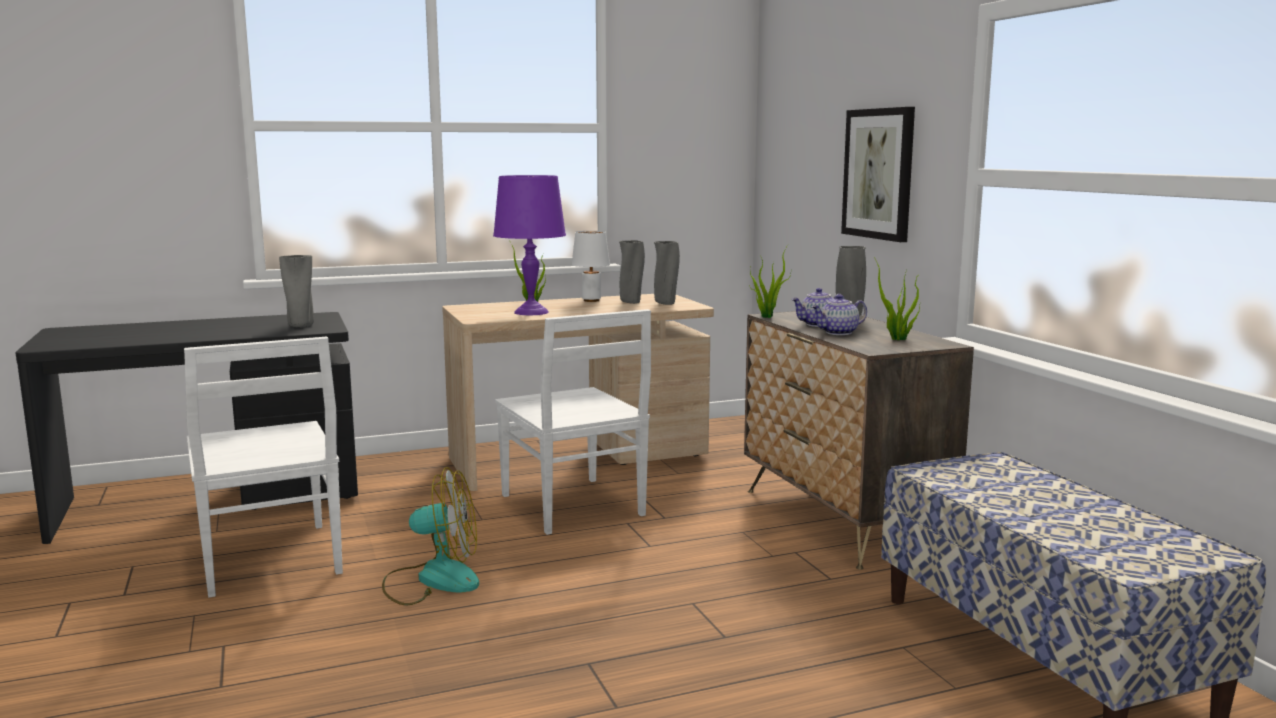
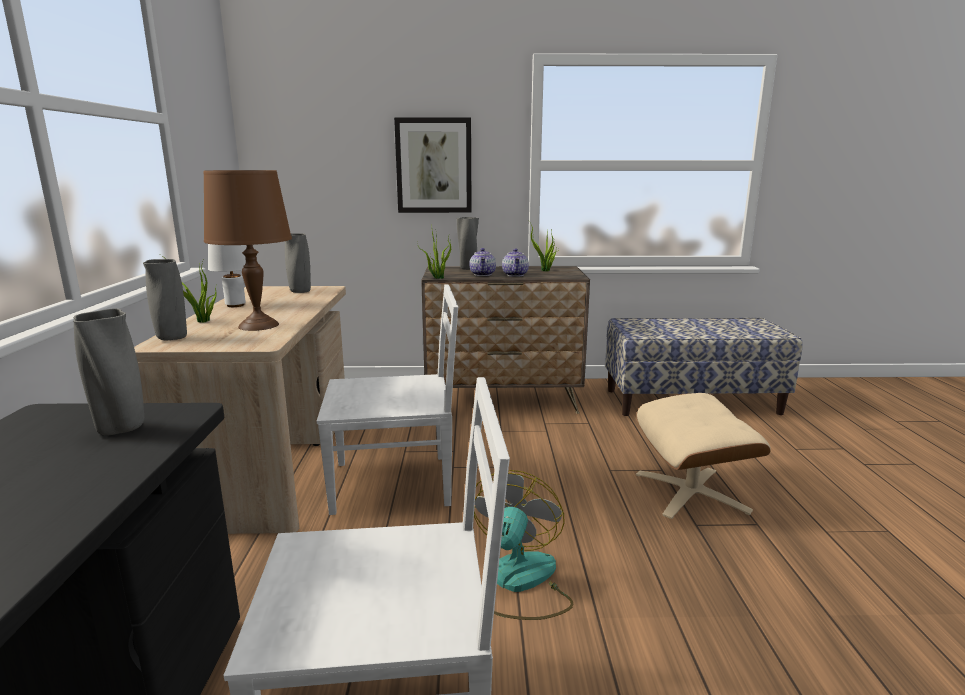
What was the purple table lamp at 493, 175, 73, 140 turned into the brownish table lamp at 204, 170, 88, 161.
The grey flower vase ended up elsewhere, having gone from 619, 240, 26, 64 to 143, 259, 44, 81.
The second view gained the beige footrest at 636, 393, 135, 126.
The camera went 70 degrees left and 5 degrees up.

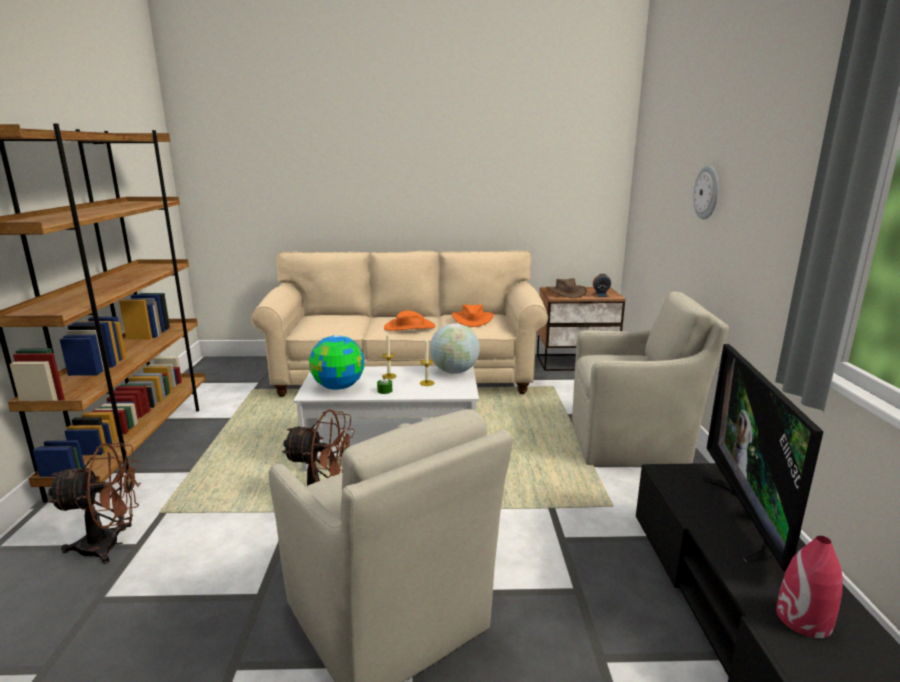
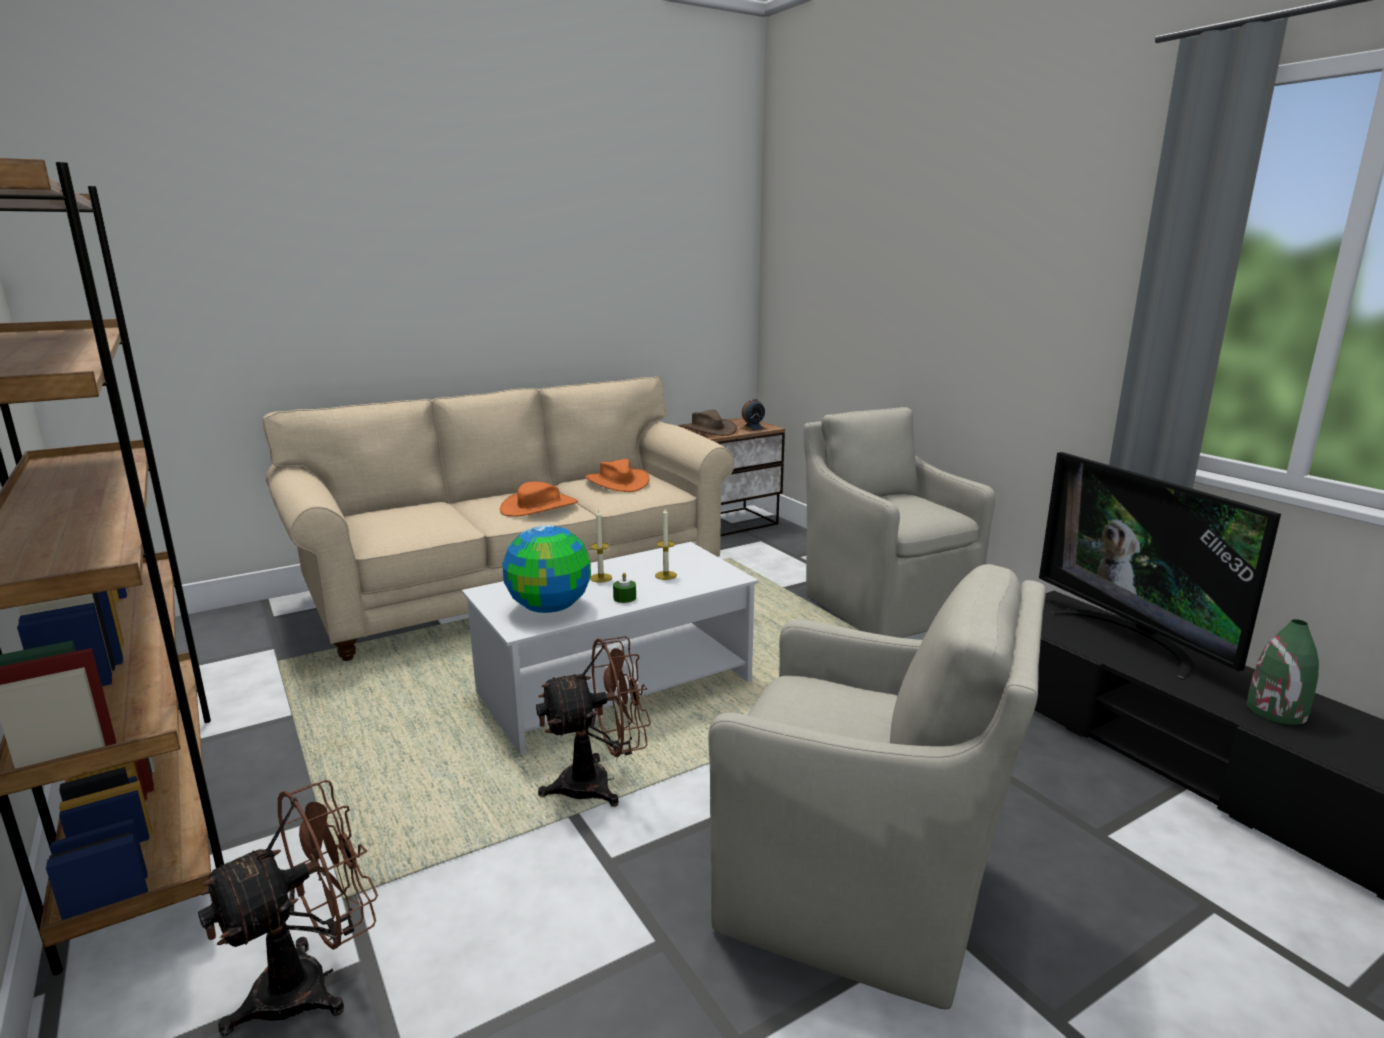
The second view lost the wall clock at 693, 166, 26, 53.
The beige lounge chair at 572, 292, 157, 175 ended up facing another way, 90 degrees counterclockwise from before.
The second view lost the desk globe at 430, 323, 50, 51.
What was the reddish flower vase at 776, 536, 67, 102 turned into the green flower vase at 1246, 619, 73, 106.
The camera went 30 degrees left and 0 degrees up.

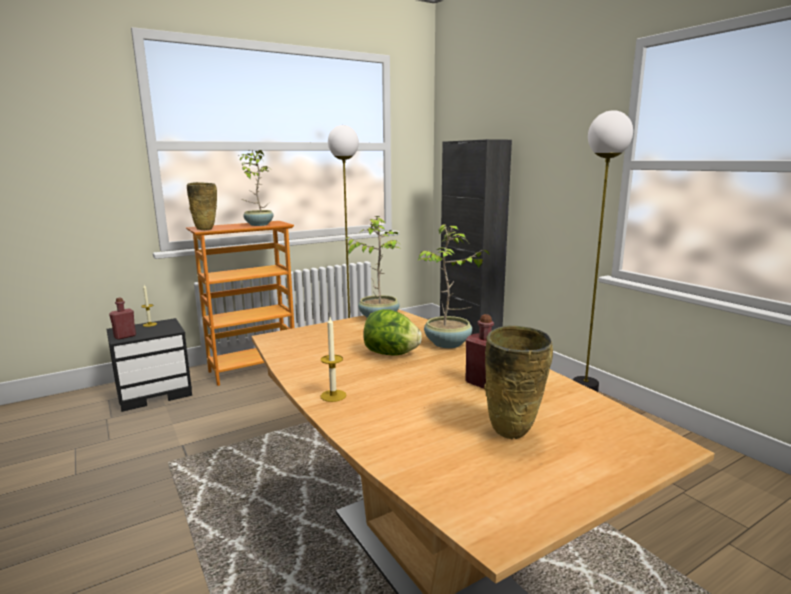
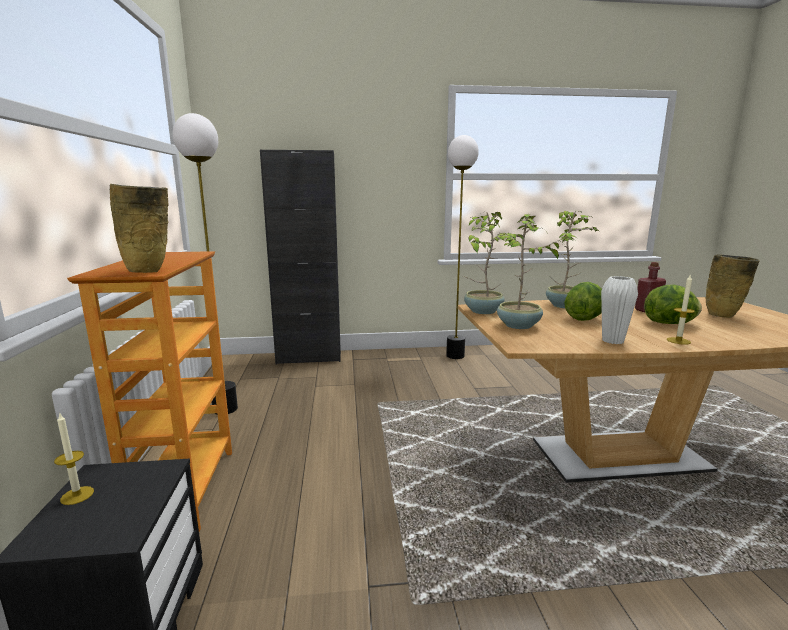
The plant in a pot ended up elsewhere, having gone from 238, 150, 36, 76 to 497, 214, 67, 115.
The second view lost the reddish drink bottle at 109, 298, 27, 42.
The second view gained the white flower vase at 601, 276, 37, 68.
The second view gained the head of lettuce at 644, 285, 58, 39.
The camera went 65 degrees left and 0 degrees up.

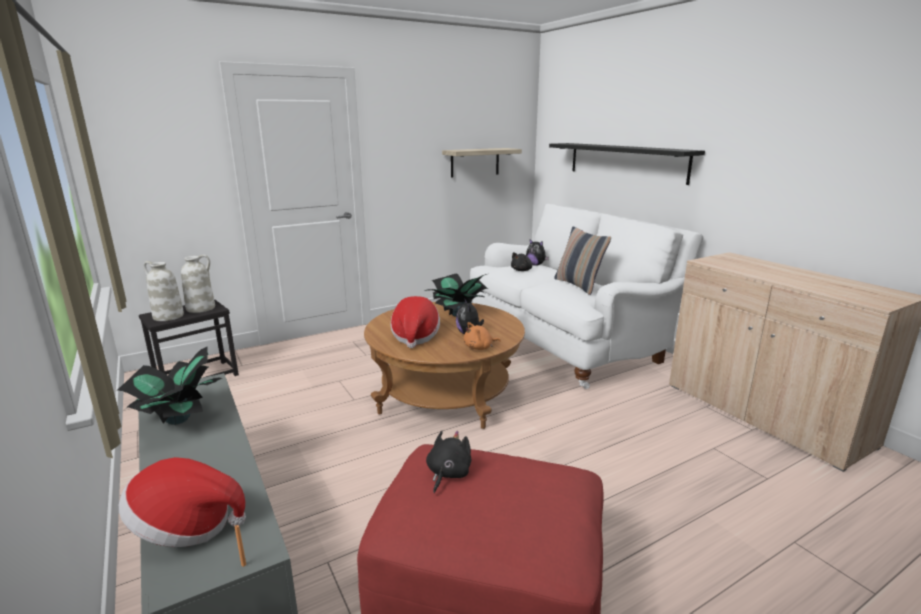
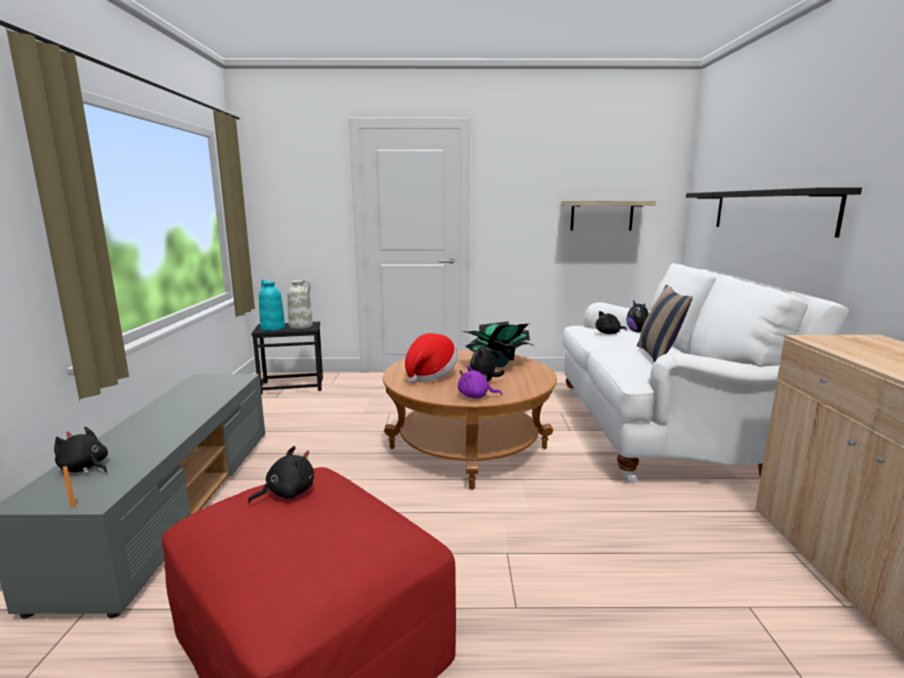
What was the white flower vase at 143, 261, 41, 60 turned into the turquoise-coloured flower vase at 259, 279, 26, 52.
What was the orange-coloured soft toy at 464, 322, 37, 28 turned into the purple soft toy at 458, 366, 44, 32.
The second view lost the plant in a pot at 117, 346, 105, 79.
Where the wearable hat stood at 119, 457, 127, 90, the blackish soft toy came to stand at 54, 426, 54, 48.
The camera went 30 degrees right and 5 degrees down.

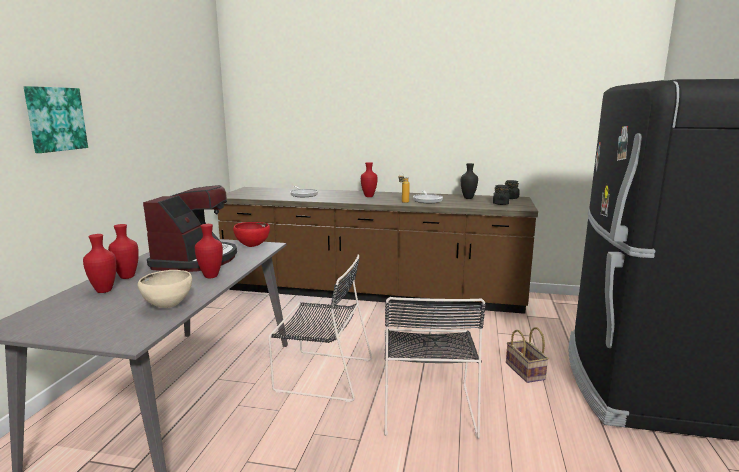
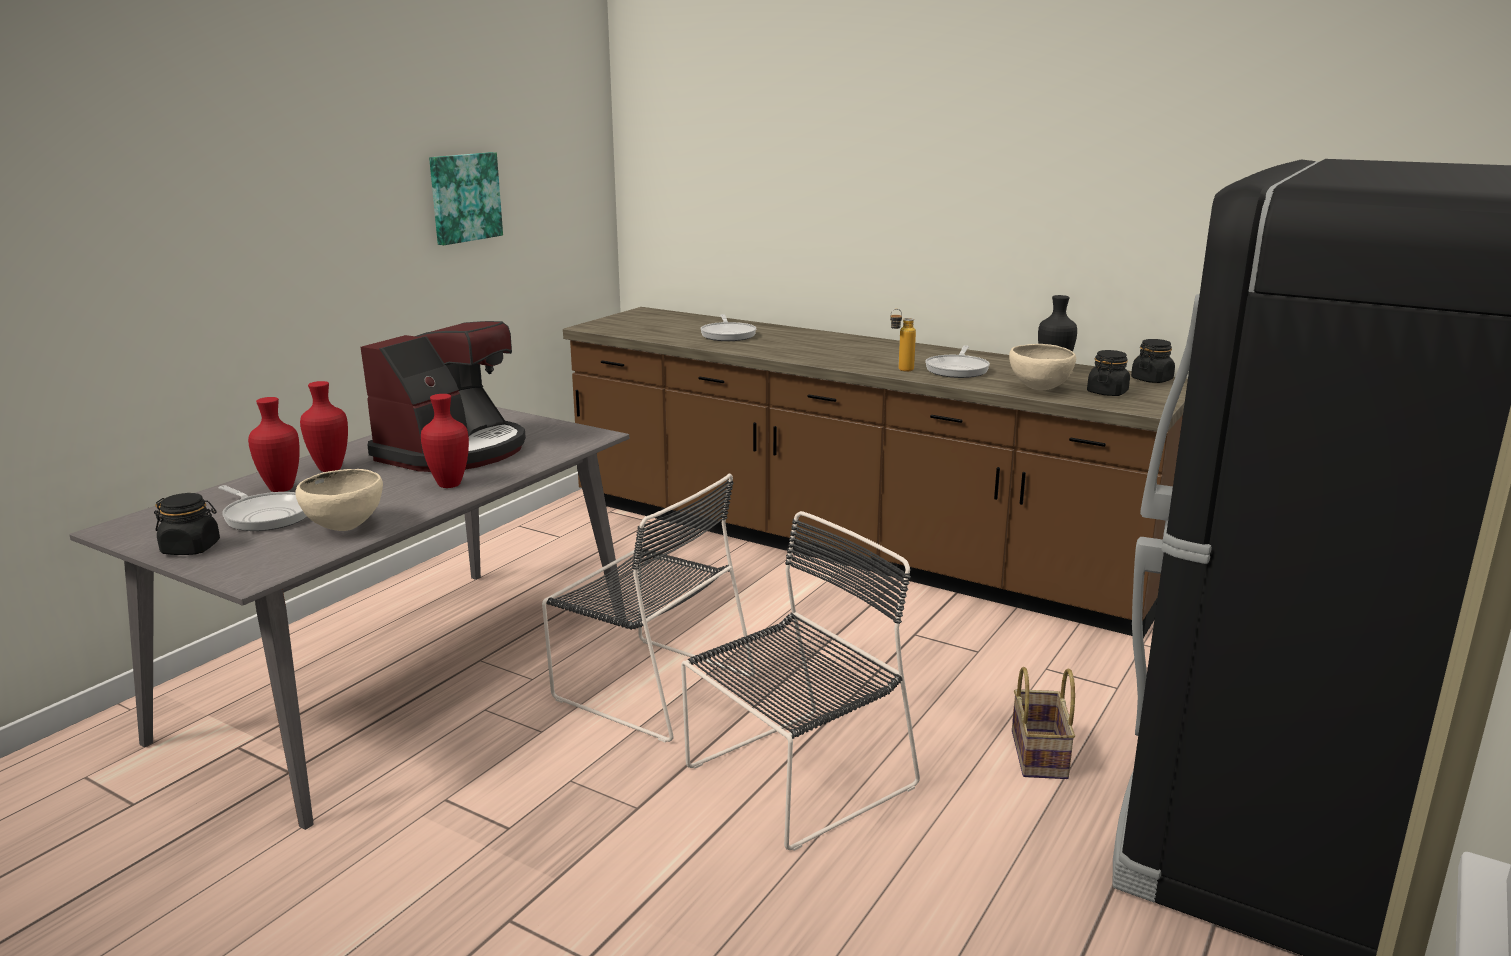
The picture ended up elsewhere, having gone from 24, 86, 64, 67 to 429, 152, 74, 93.
The second view lost the reddish flower vase at 361, 162, 17, 35.
The second view lost the reddish bowl at 233, 222, 37, 25.
The blackish upright chair at 384, 297, 102, 142 ended up facing another way, 150 degrees counterclockwise from before.
The second view gained the beige bowl at 1009, 344, 67, 46.
The second view gained the frying pan at 218, 485, 89, 46.
The second view gained the blackish storage jar at 154, 493, 66, 62.
The camera went 20 degrees right and 5 degrees up.

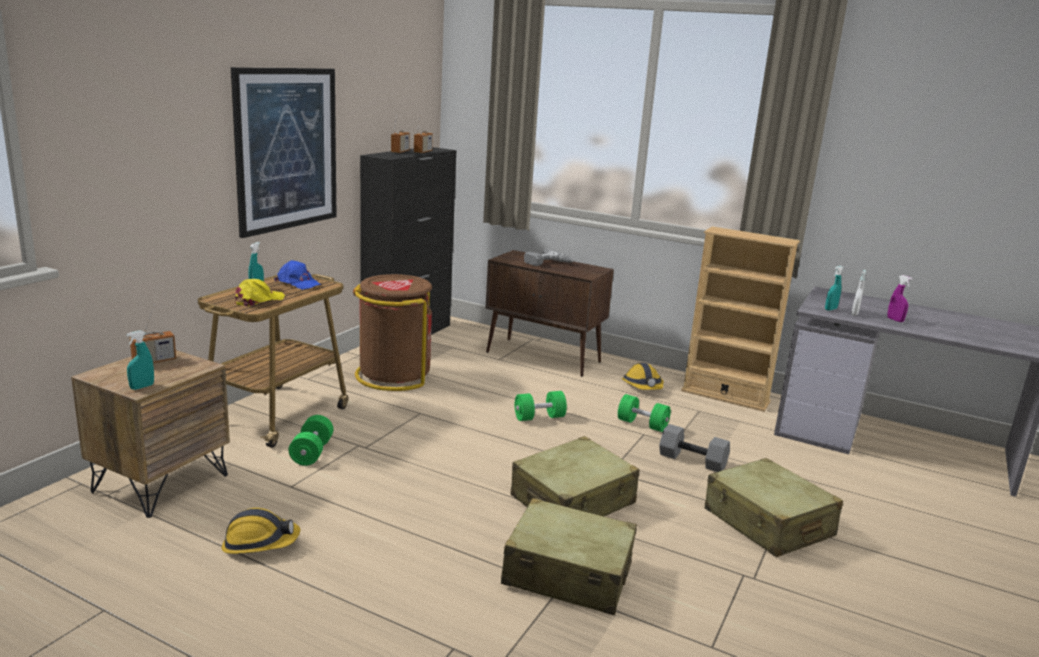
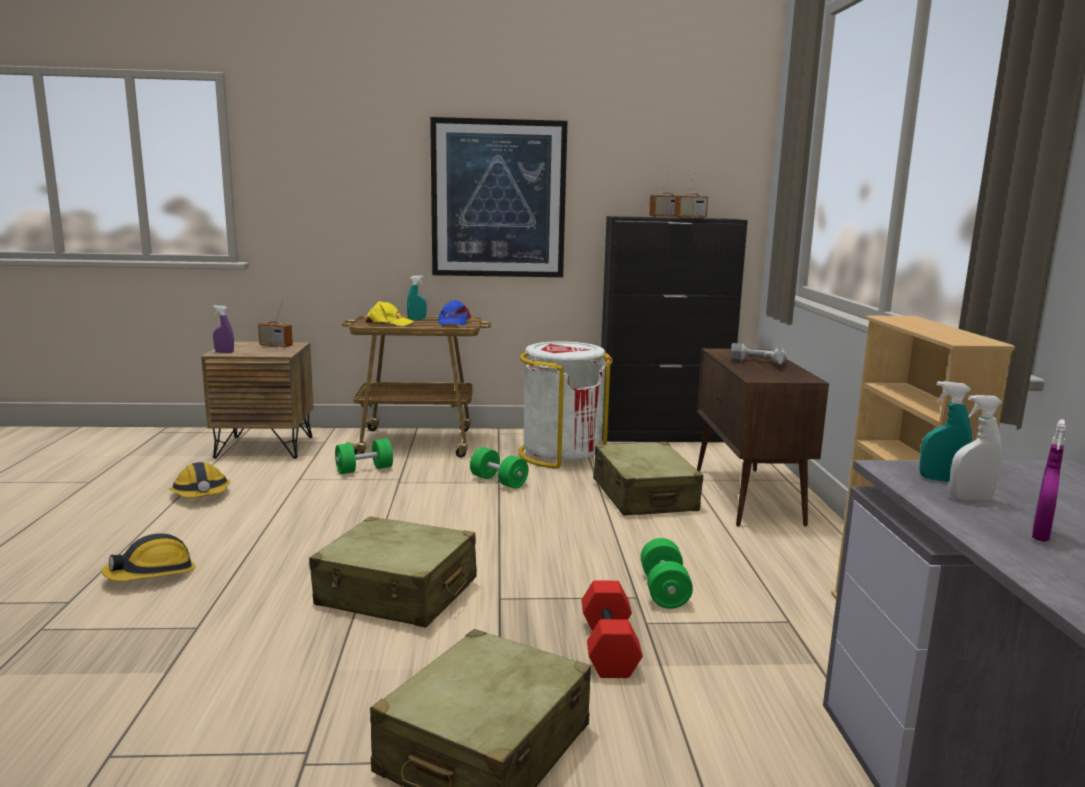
What was the brownish trash can at 353, 274, 79, 117 turned into the white trash can at 519, 341, 94, 128.
What was the turquoise-coloured hand sprayer at 126, 330, 28, 60 turned into the purple hand sprayer at 213, 305, 21, 48.
The hard hat ended up elsewhere, having gone from 621, 363, 43, 27 to 101, 533, 95, 48.
The green free weight ended up elsewhere, having gone from 515, 391, 52, 30 to 470, 447, 59, 42.
What was the grey free weight at 659, 424, 71, 48 turned into the reddish free weight at 581, 580, 62, 98.
The beige travel case ended up elsewhere, having gone from 501, 498, 136, 117 to 593, 442, 110, 73.
The camera went 60 degrees right and 5 degrees down.

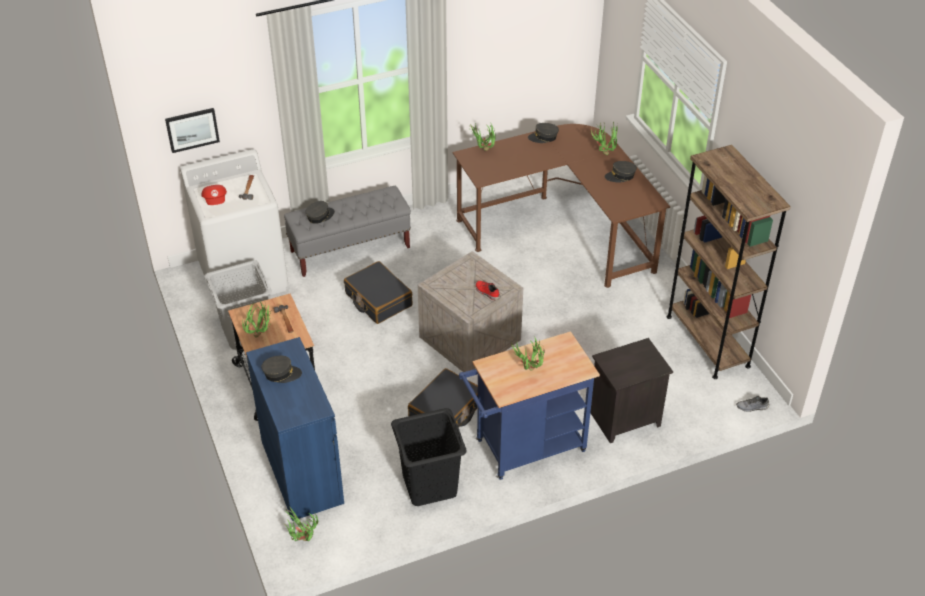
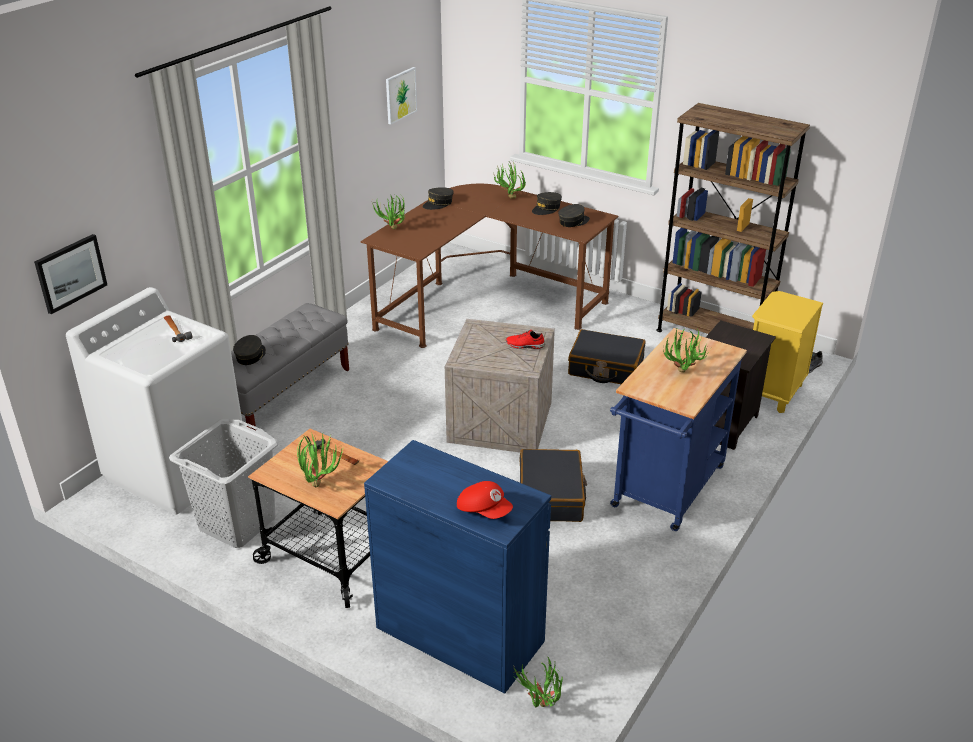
The reddish baseball cap ended up elsewhere, having gone from 202, 185, 25, 20 to 457, 481, 56, 38.
The blackish travel case ended up elsewhere, having gone from 344, 261, 68, 63 to 568, 329, 77, 55.
The grey baseball cap ended up elsewhere, having gone from 261, 356, 41, 27 to 558, 204, 32, 23.
The second view lost the blackish washing basket at 391, 408, 76, 98.
The second view gained the picture at 386, 67, 31, 58.
The second view gained the yellow-coloured night table at 752, 291, 71, 122.
The camera went 35 degrees left and 10 degrees down.

